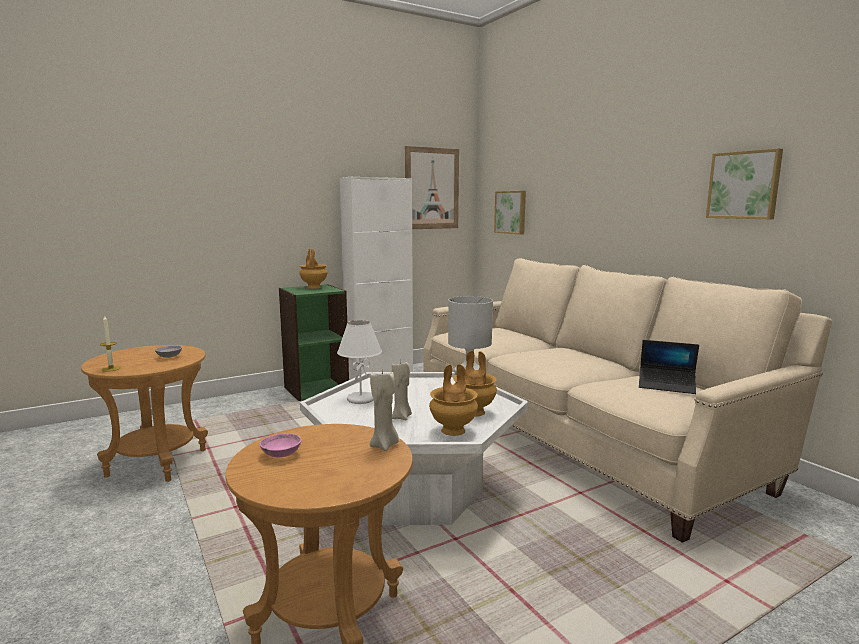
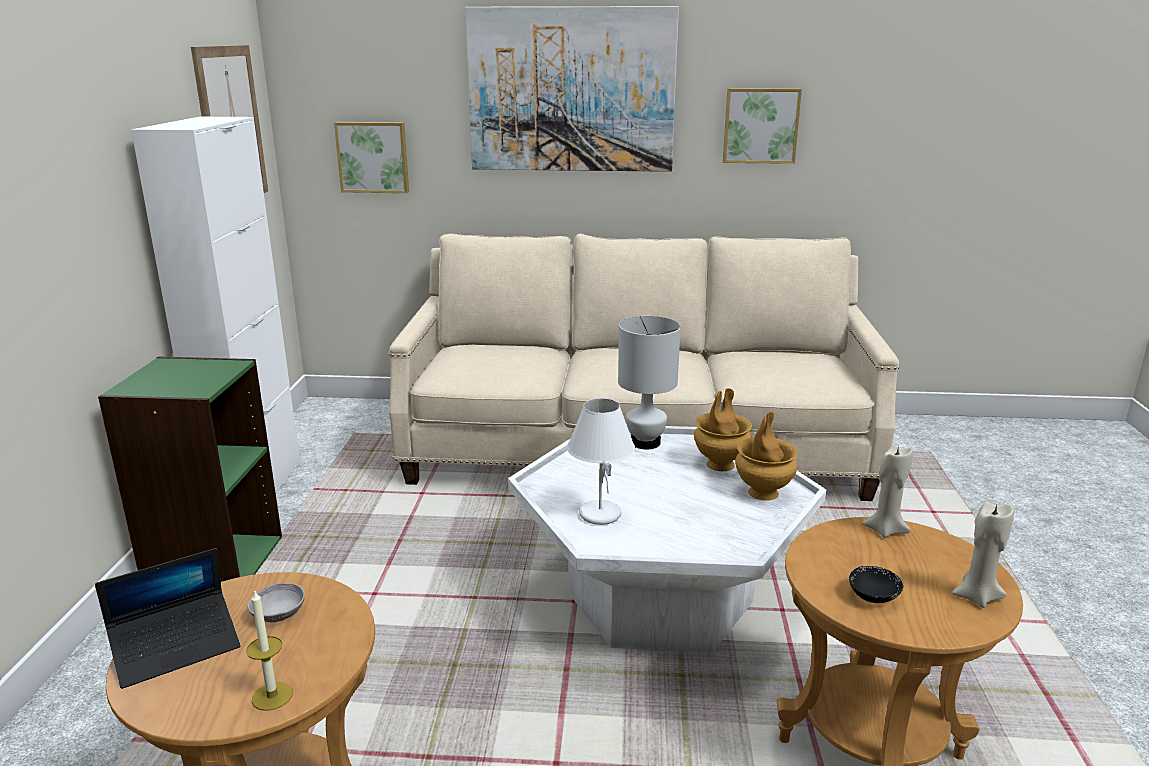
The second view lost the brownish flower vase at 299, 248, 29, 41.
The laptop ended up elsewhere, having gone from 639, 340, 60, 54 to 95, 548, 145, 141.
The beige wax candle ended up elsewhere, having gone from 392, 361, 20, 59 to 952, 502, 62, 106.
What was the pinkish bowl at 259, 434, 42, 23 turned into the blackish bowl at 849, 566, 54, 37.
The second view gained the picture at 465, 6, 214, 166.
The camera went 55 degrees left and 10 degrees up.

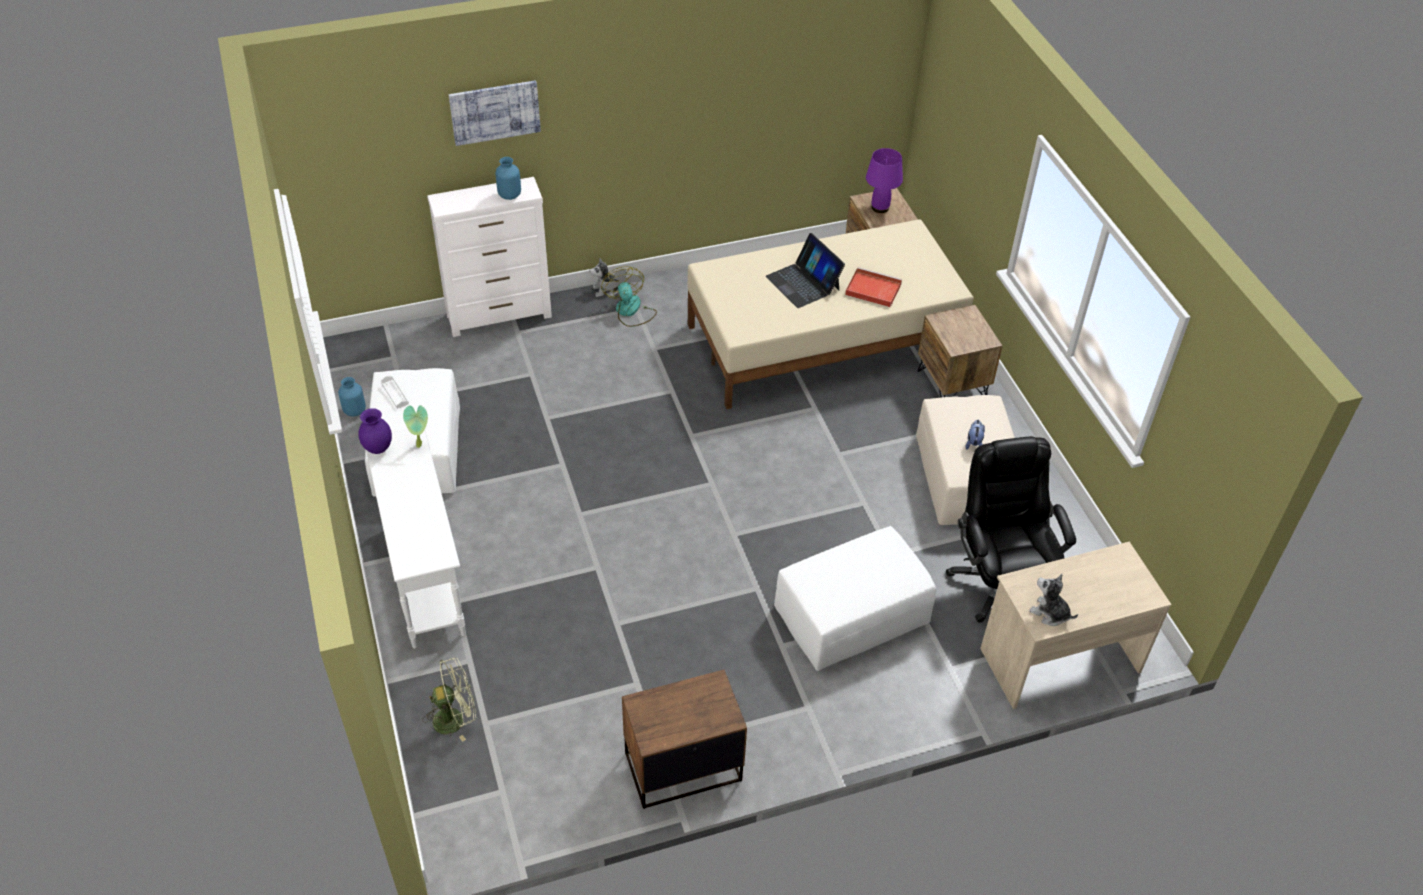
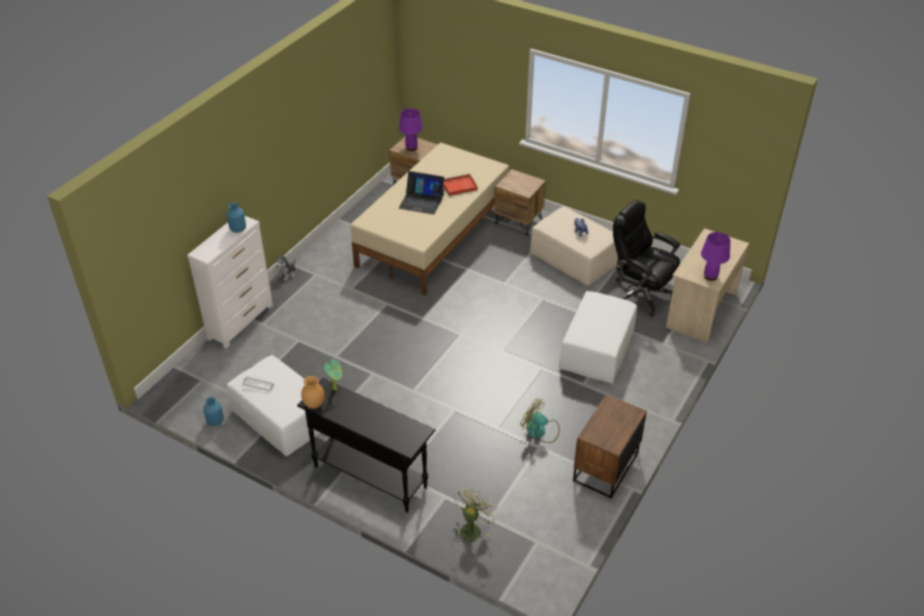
The second view lost the picture at 449, 80, 92, 66.
The cooling fan ended up elsewhere, having gone from 601, 266, 56, 61 to 520, 398, 40, 45.
What was the purple flower vase at 358, 408, 34, 46 turned into the brownish flower vase at 301, 376, 24, 33.
What was the white narrow table at 366, 428, 100, 220 turned into the blackish narrow table at 297, 378, 138, 135.
Where the soft toy stood at 1029, 574, 49, 52, the purple table lamp came to stand at 701, 232, 29, 49.
The camera went 40 degrees left and 5 degrees down.

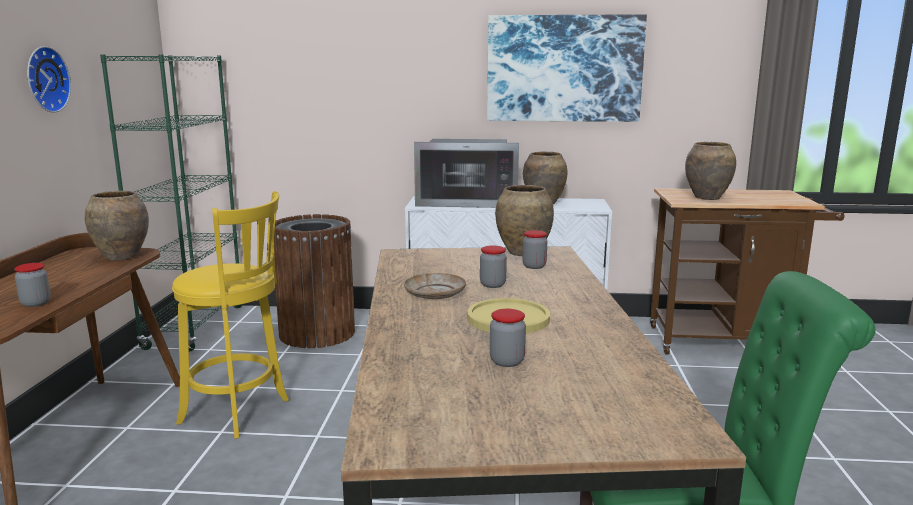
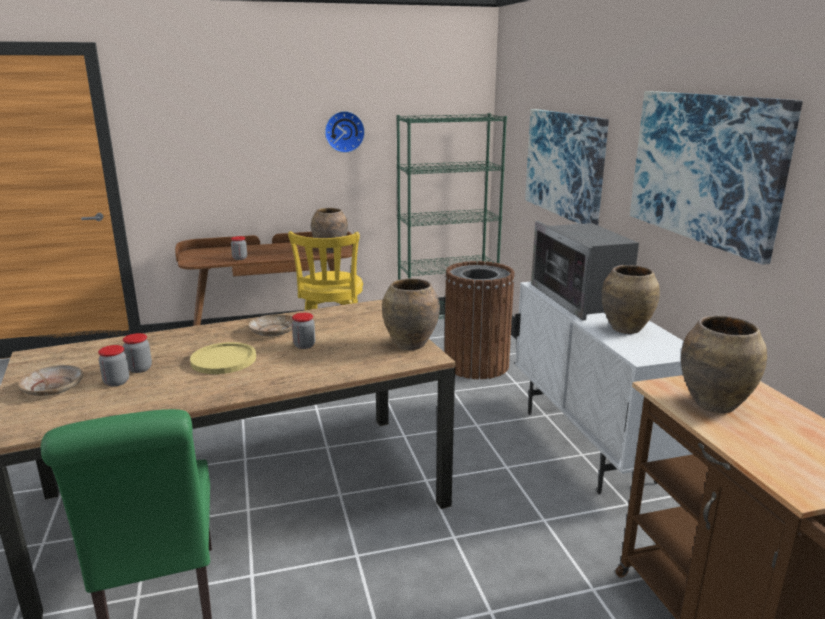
The storage jar ended up elsewhere, having gone from 522, 230, 25, 39 to 98, 345, 31, 42.
The second view gained the picture at 525, 109, 84, 116.
The second view gained the beige flat dish at 18, 365, 65, 31.
The camera went 70 degrees right and 5 degrees up.

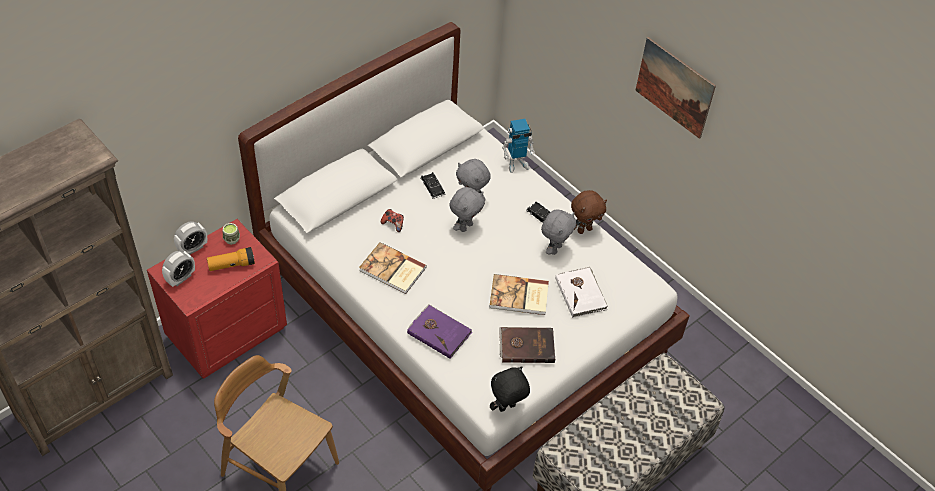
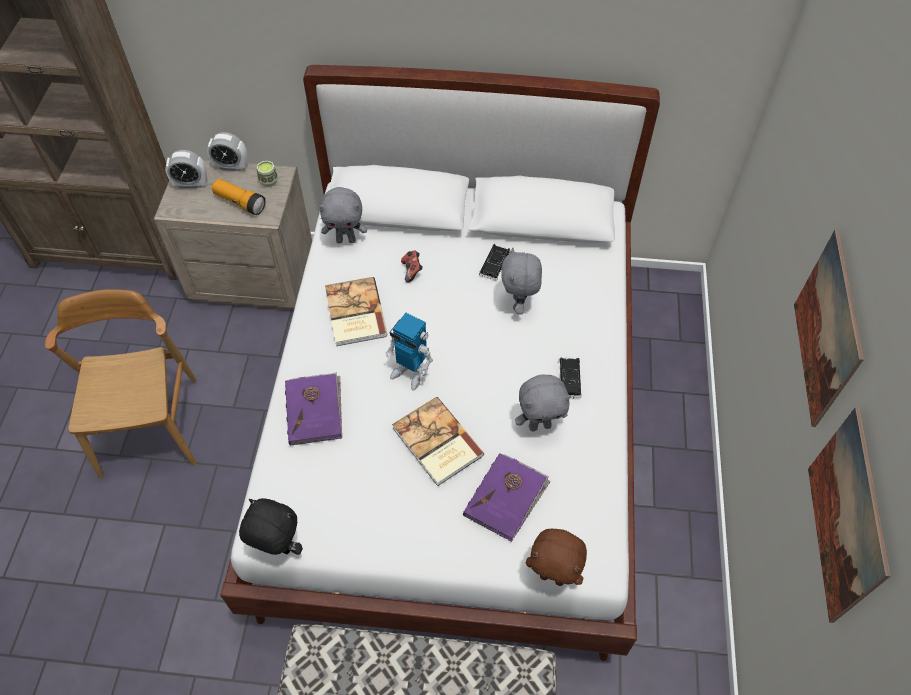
The toy robot ended up elsewhere, having gone from 502, 119, 33, 54 to 385, 313, 48, 78.
The grey soft toy ended up elsewhere, having gone from 449, 187, 36, 45 to 319, 187, 48, 57.
The brownish soft toy ended up elsewhere, having gone from 571, 190, 36, 44 to 526, 529, 61, 57.
What was the reddish night table at 147, 219, 140, 160 turned into the beige night table at 154, 160, 158, 150.
What was the white volume at 555, 267, 53, 51 turned into the purple volume at 463, 453, 88, 89.
The second view lost the brownish volume at 500, 327, 55, 36.
The second view gained the picture at 808, 407, 83, 216.
The camera went 50 degrees right and 5 degrees up.

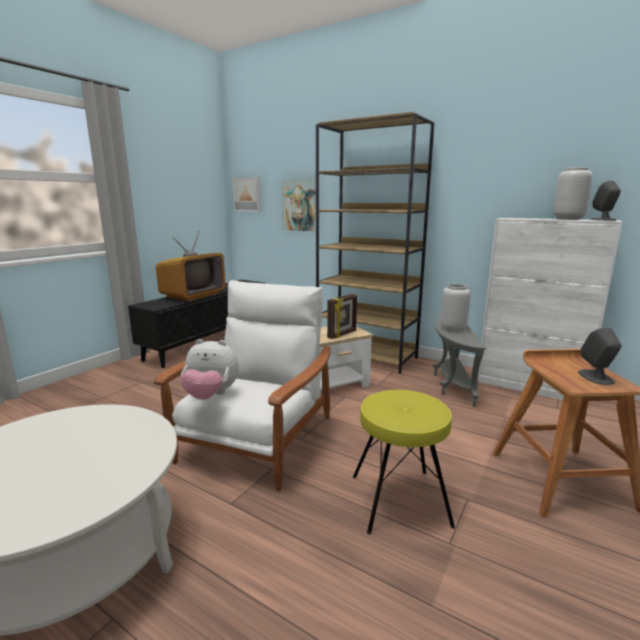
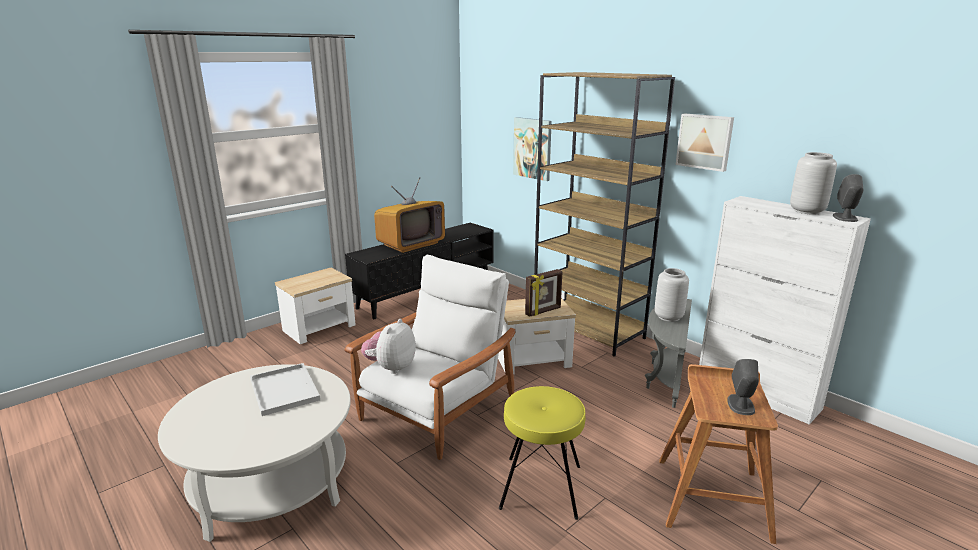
The picture ended up elsewhere, having gone from 232, 177, 29, 34 to 676, 114, 58, 58.
The soft toy at 180, 339, 59, 61 ended up facing another way, 90 degrees clockwise from before.
The second view gained the accent table at 275, 268, 81, 76.
The second view gained the white carrying tray at 250, 363, 70, 53.
The camera went 15 degrees right and 5 degrees up.

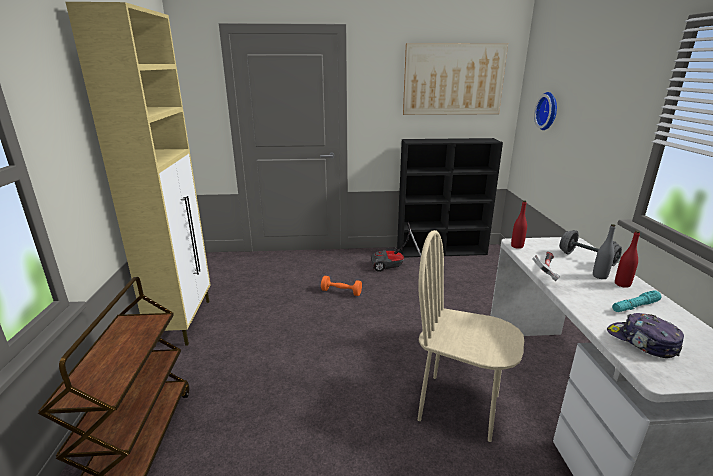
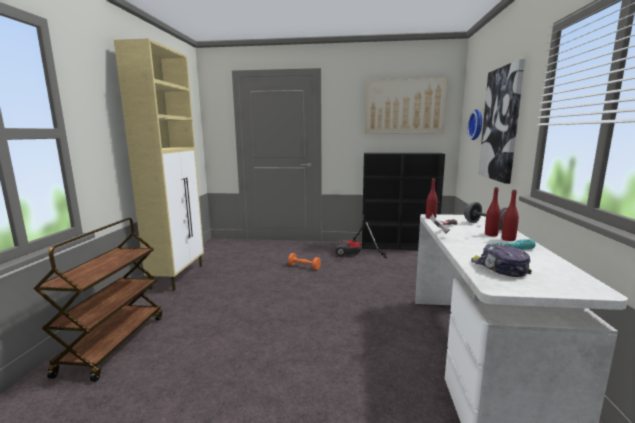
What was the grey drink bottle at 593, 224, 23, 55 turned into the reddish drink bottle at 485, 187, 16, 49.
The second view lost the beige upright chair at 418, 230, 106, 212.
The second view gained the picture at 478, 59, 47, 125.
The camera went 10 degrees right and 10 degrees down.

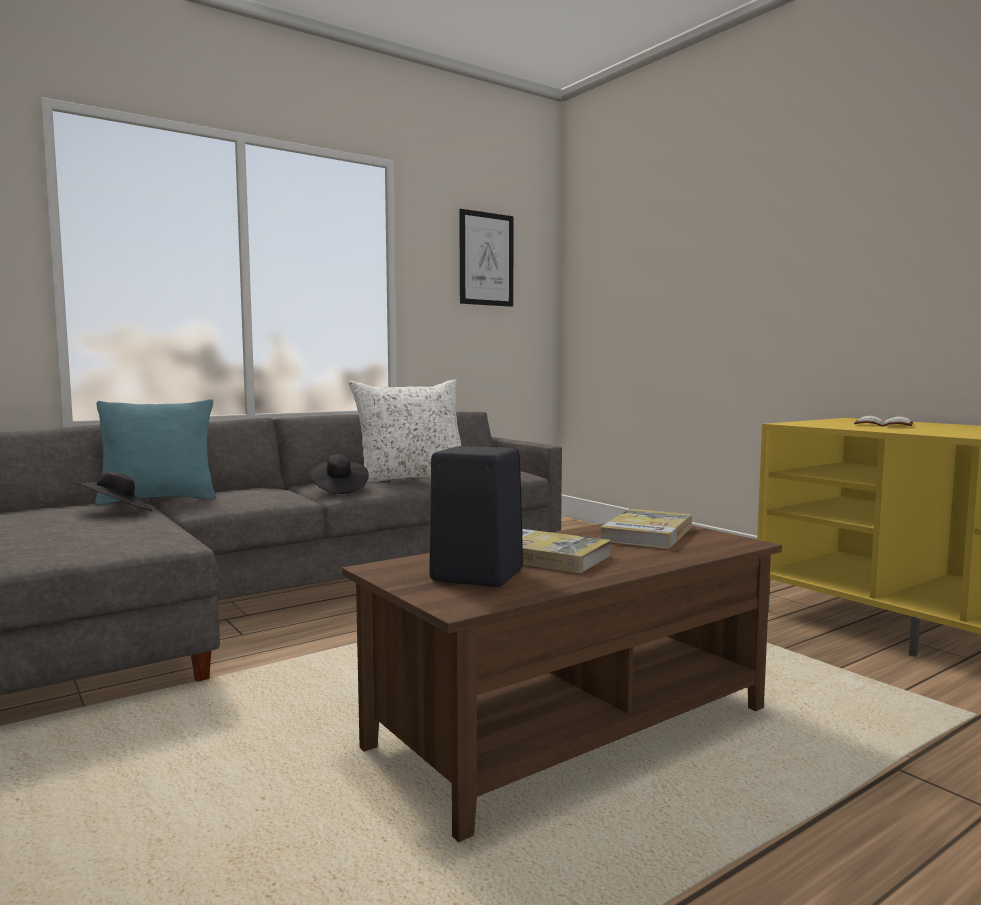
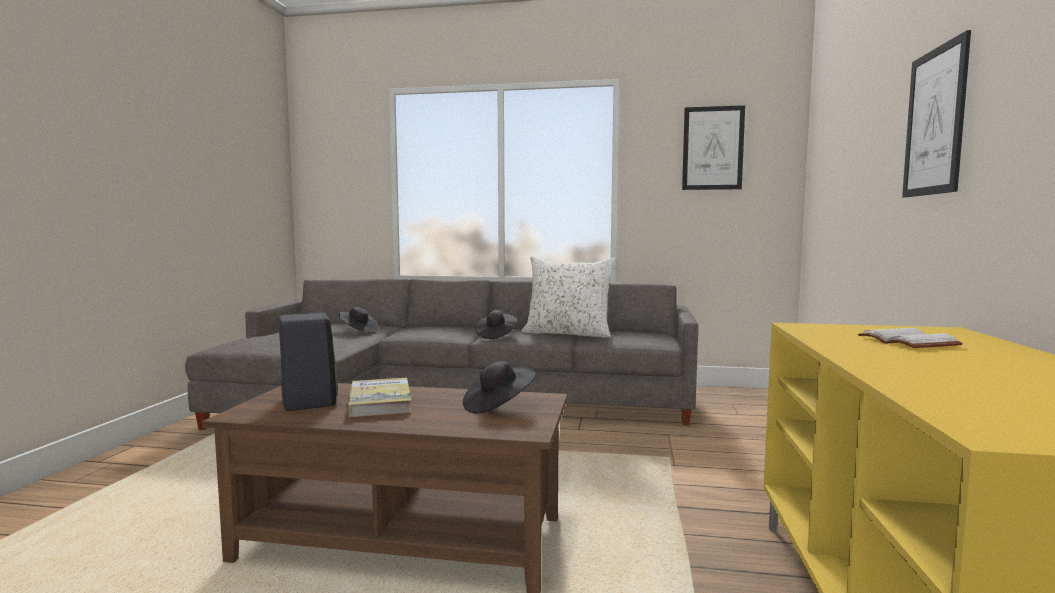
The second view lost the turquoise-coloured throw pillow at 95, 399, 121, 106.
Where the volume stood at 600, 509, 92, 40, the blackish wearable hat came to stand at 463, 361, 73, 52.
The second view gained the picture at 902, 30, 69, 167.
The camera went 45 degrees right and 0 degrees up.

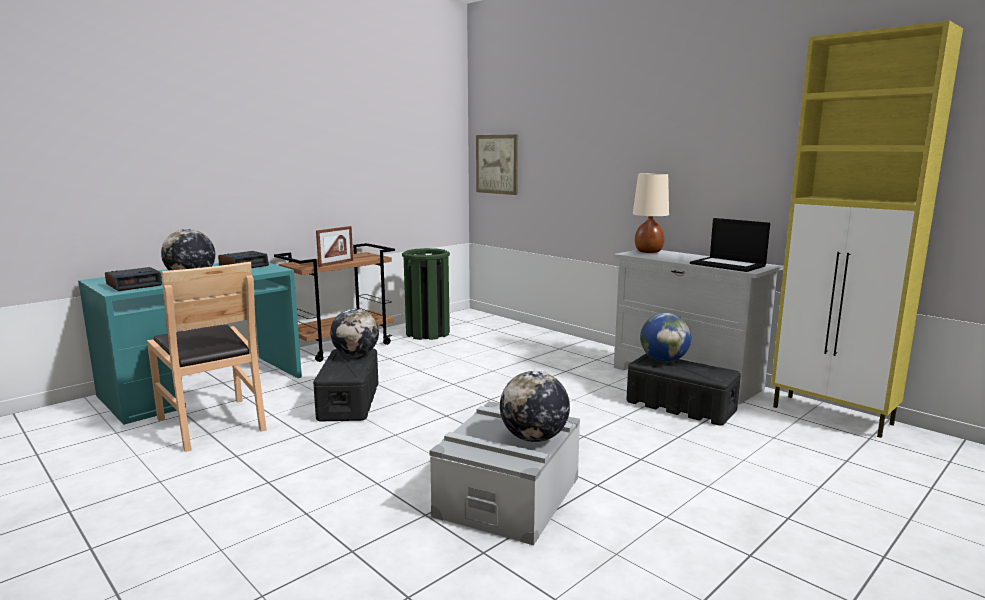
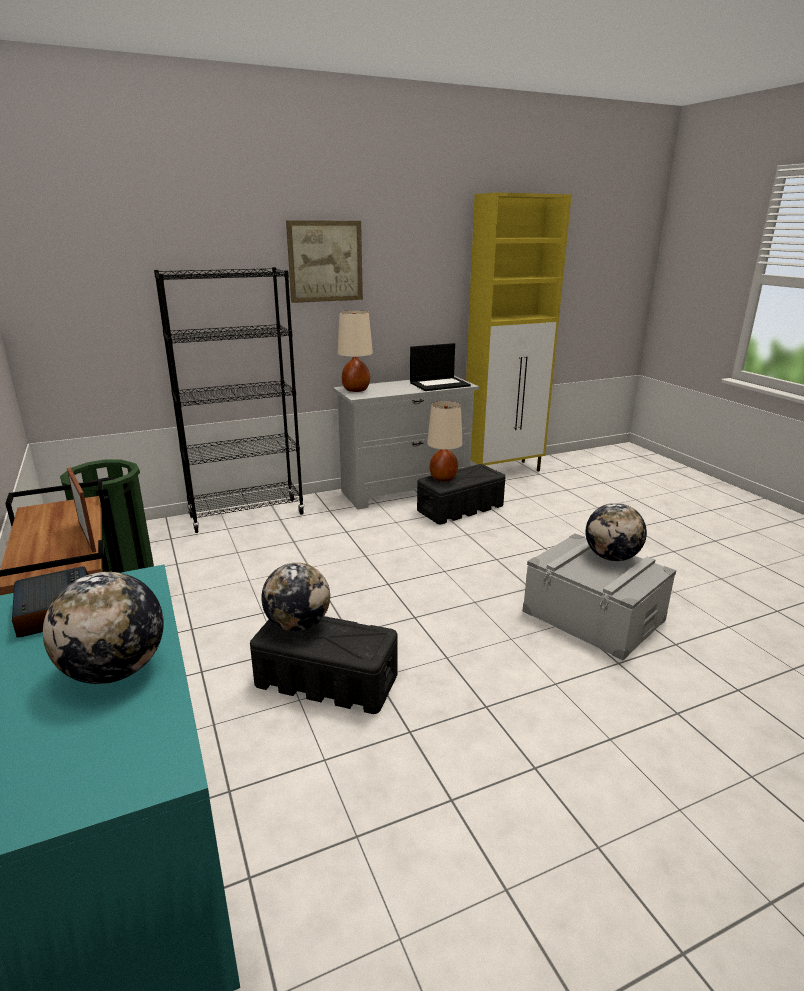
The picture ended up elsewhere, having gone from 476, 134, 42, 61 to 286, 220, 77, 83.
The second view lost the brownish upright chair at 147, 262, 120, 190.
The second view lost the bedside clock at 105, 267, 57, 24.
Where the desk globe stood at 640, 313, 51, 49, the beige table lamp came to stand at 427, 401, 35, 81.
The second view gained the blackish bookcase at 154, 267, 151, 266.
The camera went 70 degrees left and 10 degrees up.

